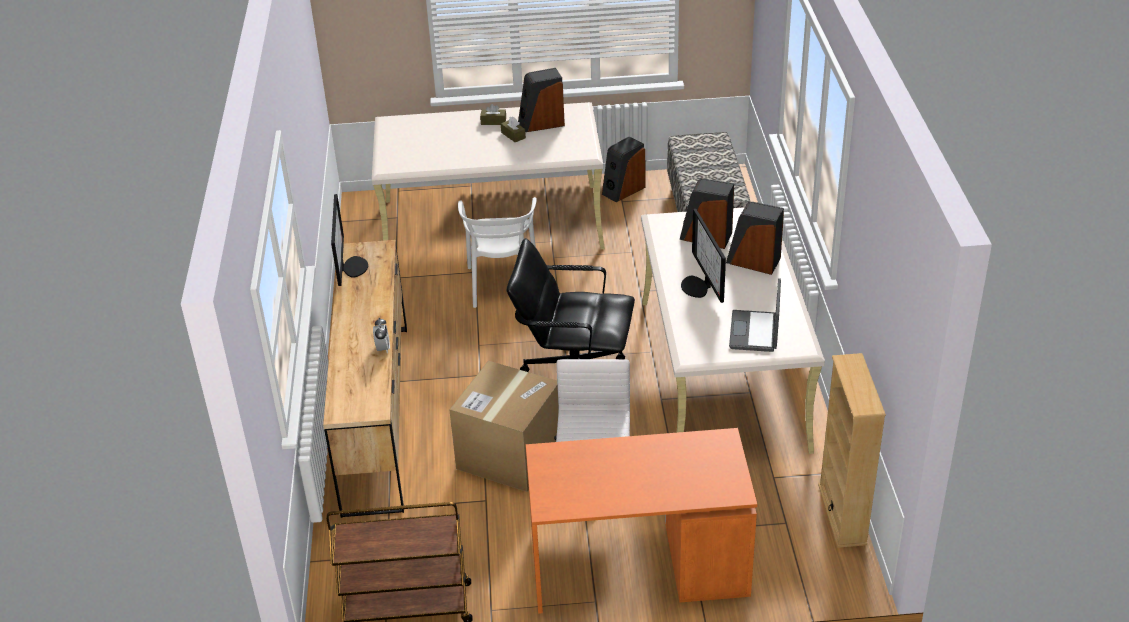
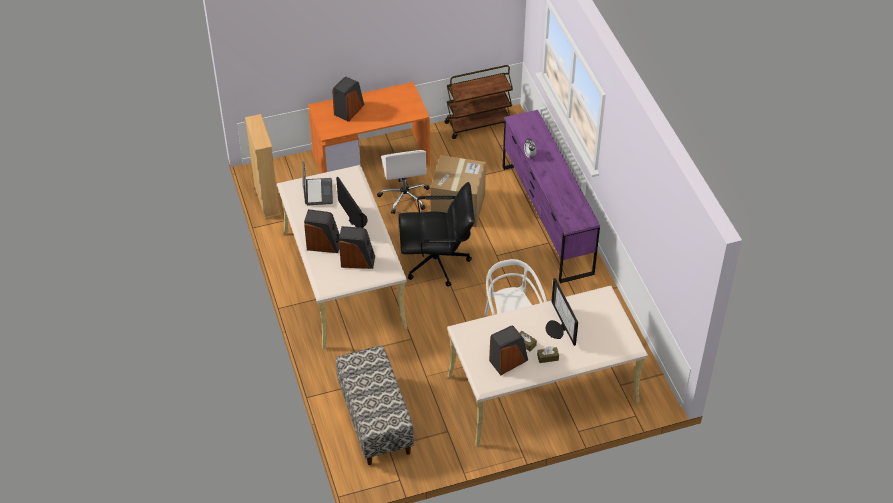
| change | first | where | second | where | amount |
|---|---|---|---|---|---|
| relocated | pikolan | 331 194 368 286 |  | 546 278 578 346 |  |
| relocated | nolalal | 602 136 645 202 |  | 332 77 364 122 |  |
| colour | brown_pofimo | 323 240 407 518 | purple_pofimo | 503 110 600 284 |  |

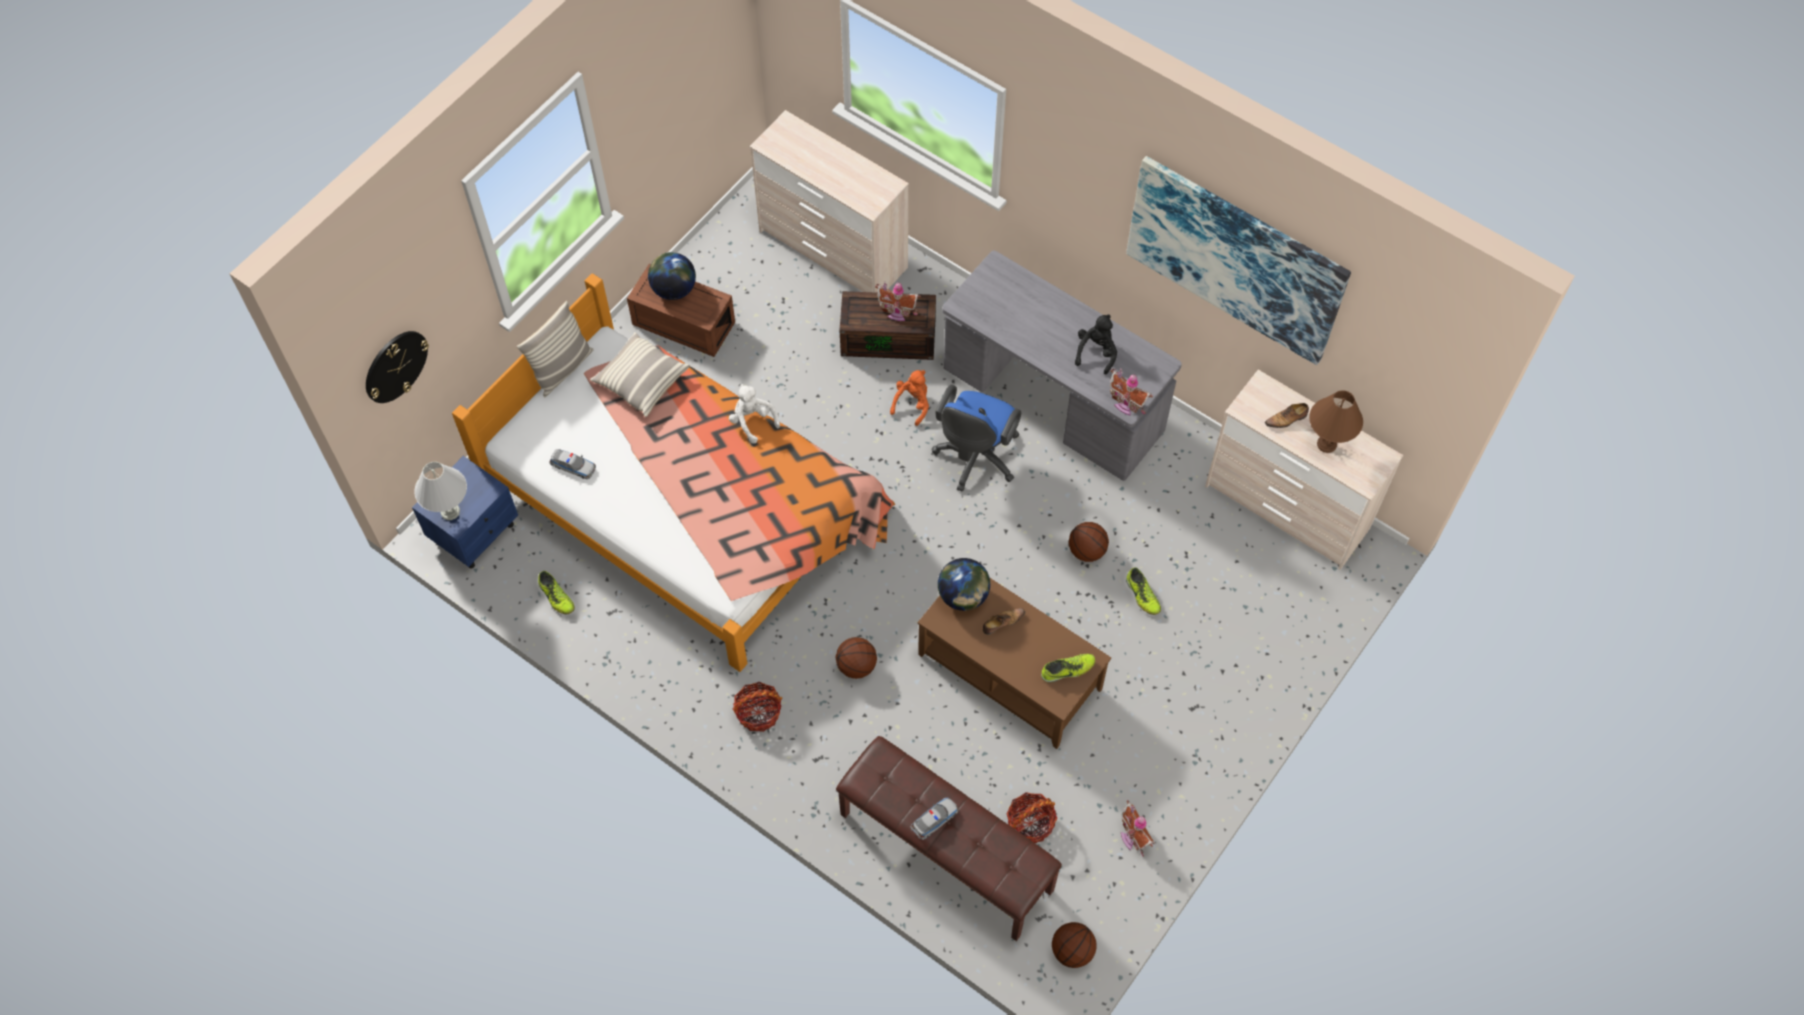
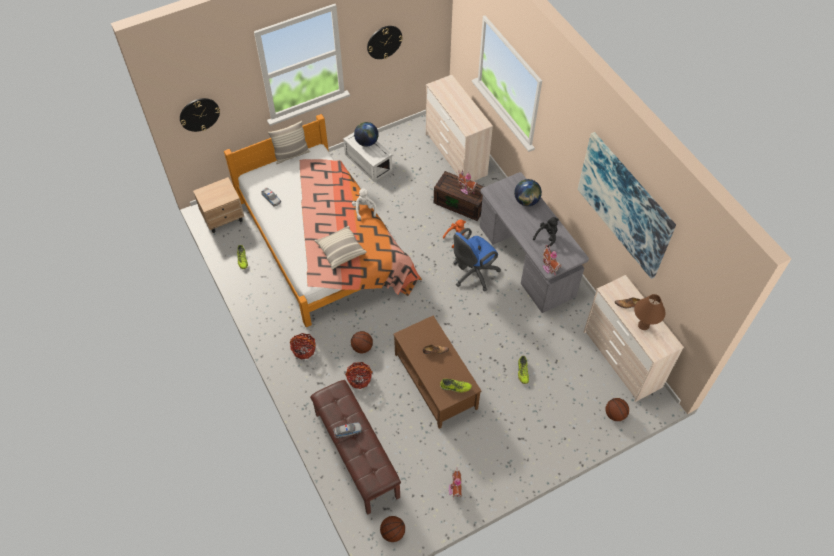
| change | first | where | second | where | amount |
|---|---|---|---|---|---|
| missing | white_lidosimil | 414 462 467 520 |  |  |  |
| appeared |  |  | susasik | 367 26 403 59 |  |
| relocated | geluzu | 590 332 690 417 |  | 315 225 367 269 |  |
| relocated | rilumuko | 938 558 990 611 |  | 514 179 542 206 |  |
| relocated | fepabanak | 1007 792 1057 843 |  | 345 362 373 389 |  |
| relocated | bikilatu | 1069 522 1109 562 |  | 606 398 629 421 |  |
| colour | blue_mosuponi | 412 456 518 569 | beige_mosuponi | 193 177 244 233 |  |
| colour | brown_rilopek | 627 264 735 357 | white_rilopek | 343 132 392 182 |  |

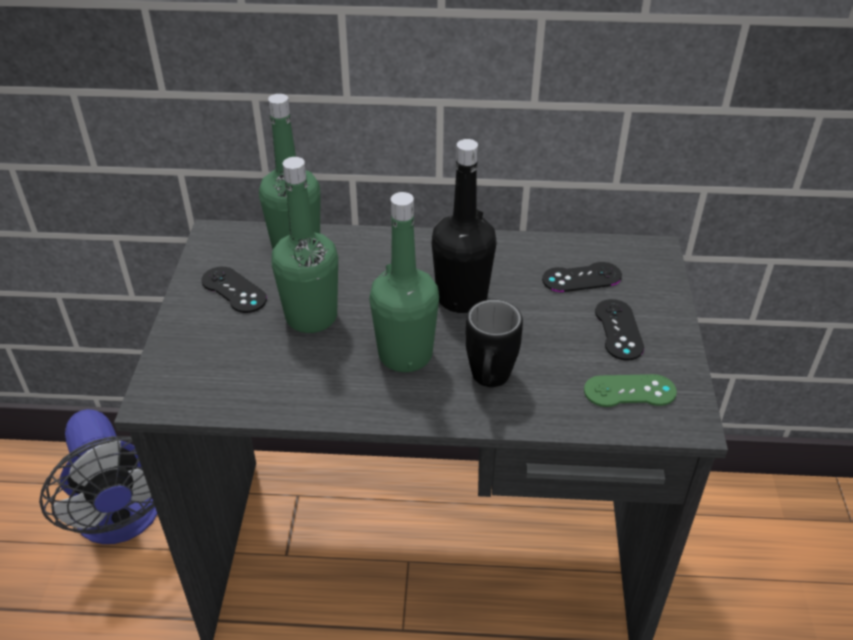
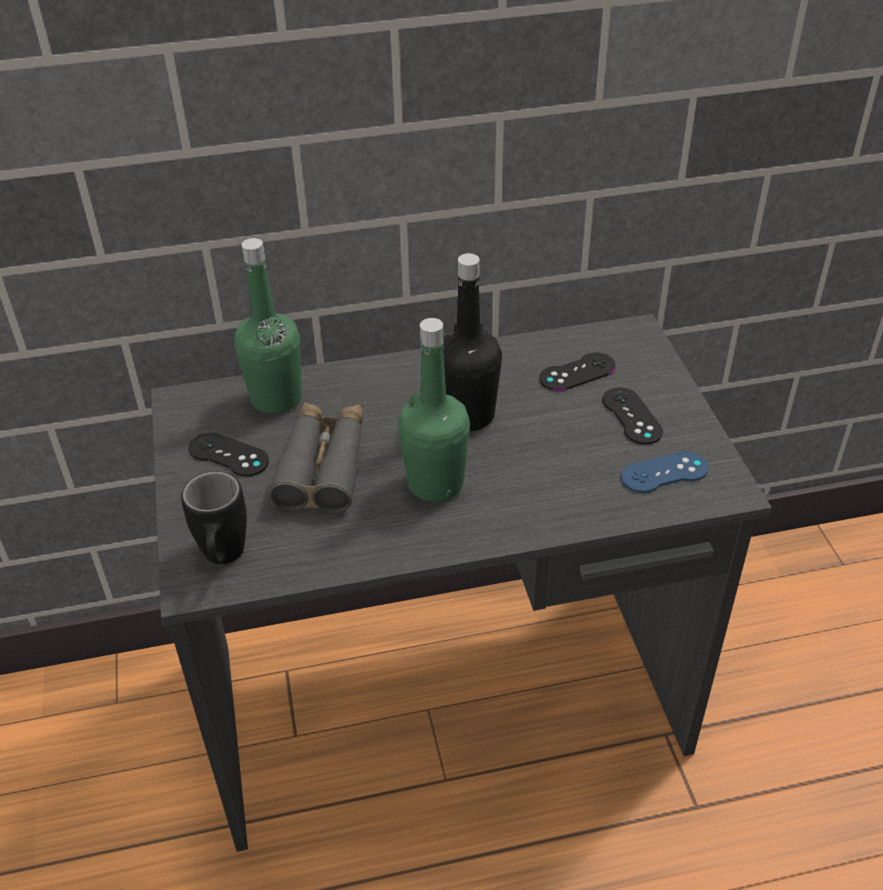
| change | first | where | second | where | amount |
|---|---|---|---|---|---|
| missing | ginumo | 39 409 157 544 |  |  |  |
| relocated | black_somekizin | 465 300 523 387 |  | 181 471 247 564 |  |
| exchanged | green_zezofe | 271 157 338 333 | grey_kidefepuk | 268 402 363 513 |  |
| colour | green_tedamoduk | 584 374 677 407 | blue_tedamoduk | 621 451 709 493 |  |

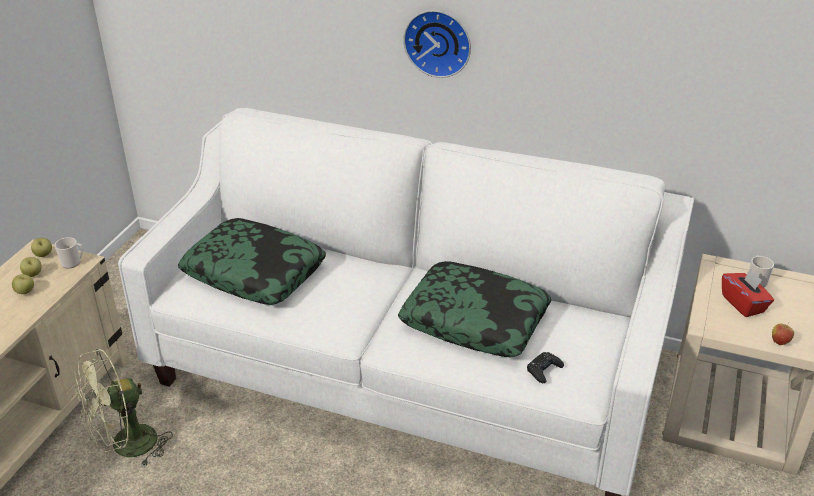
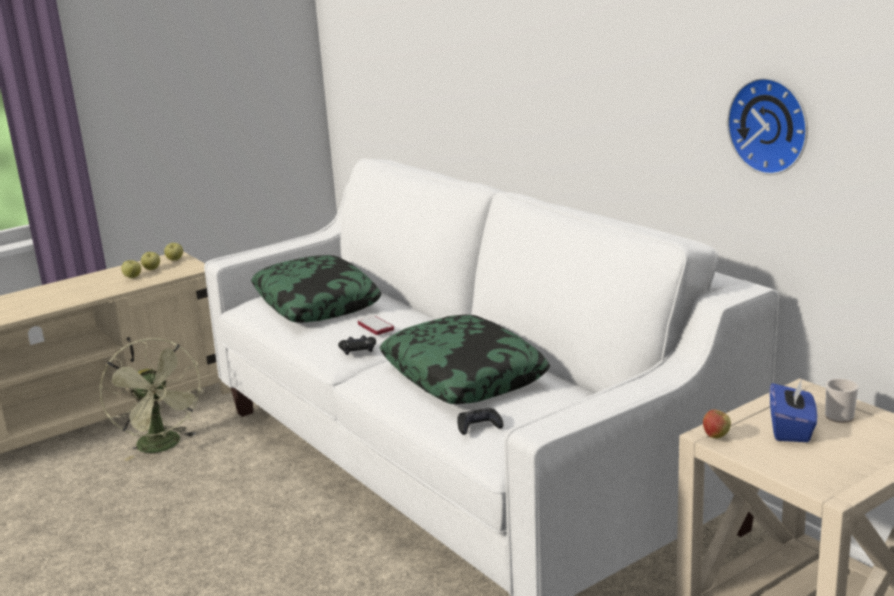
| change | first | where | second | where | amount |
|---|---|---|---|---|---|
| missing | somekizin | 55 237 83 269 |  |  |  |
| appeared |  |  | black_tedamoduk | 338 335 376 355 |  |
| appeared |  |  | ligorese | 358 316 394 335 |  |
| relocated | susasik | 403 10 471 78 |  | 727 77 808 175 |  |
| relocated | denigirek | 772 323 794 345 |  | 703 410 731 439 |  |
| colour | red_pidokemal | 722 269 774 317 | blue_pidokemal | 770 380 817 442 |  |
| spun | green_ginumo | 75 349 173 468 |  | 100 338 204 461 | 120 degrees counterclockwise |

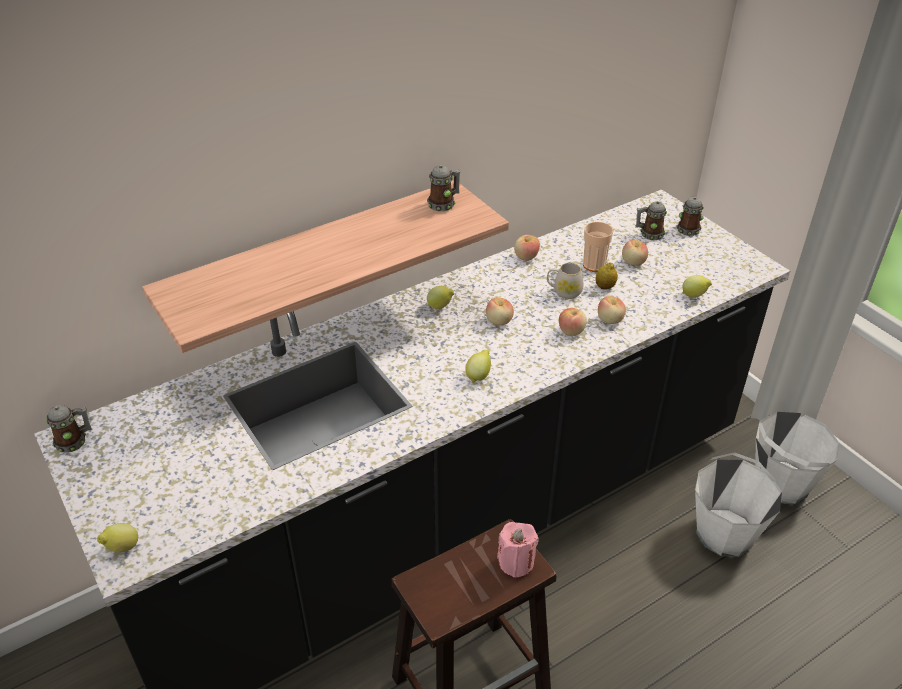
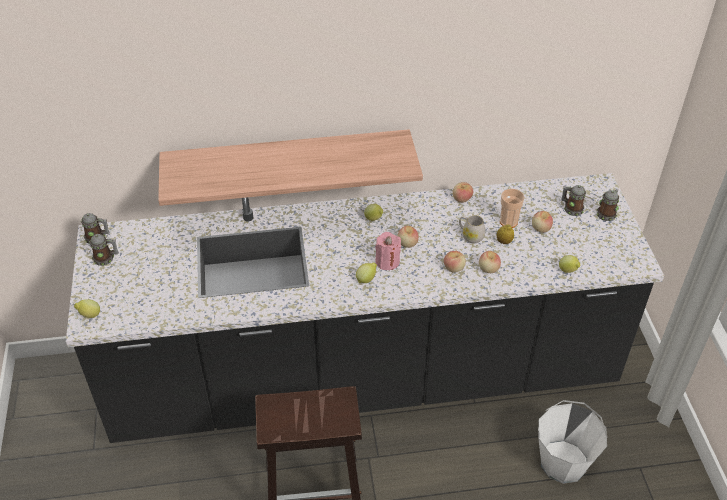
| change | first | where | second | where | amount |
|---|---|---|---|---|---|
| missing | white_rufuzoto | 755 412 839 504 |  |  |  |
| relocated | somekizin | 427 165 460 211 |  | 89 234 118 266 |  |
| relocated | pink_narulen | 497 522 539 578 |  | 375 232 401 270 |  |

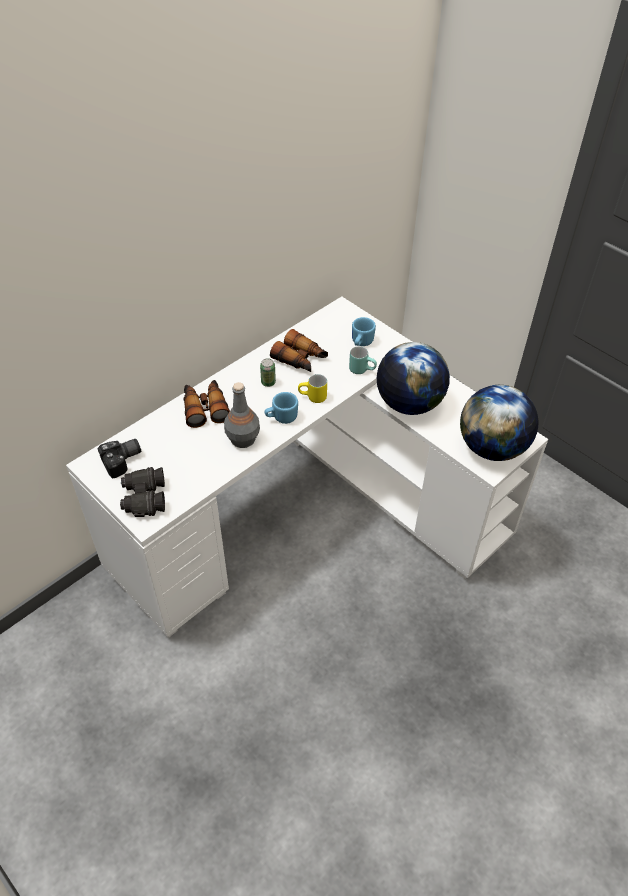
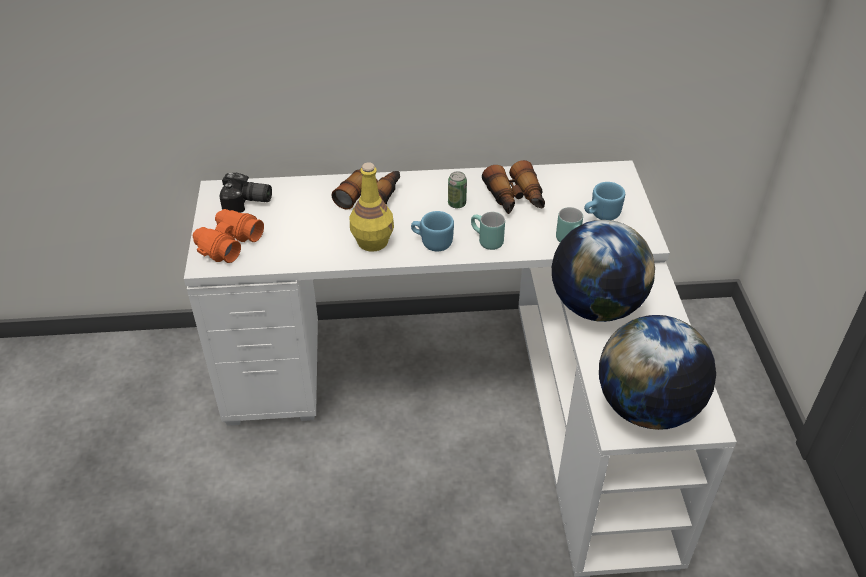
| change | first | where | second | where | amount |
|---|---|---|---|---|---|
| colour | black_kidefepuk | 120 467 165 517 | orange_kidefepuk | 193 209 264 263 |  |
| colour | grey_zezofe | 224 382 260 448 | yellow_zezofe | 350 162 394 252 |  |
| colour | yellow_somekizin | 298 374 327 403 | turquoise_somekizin | 471 212 505 250 |  |

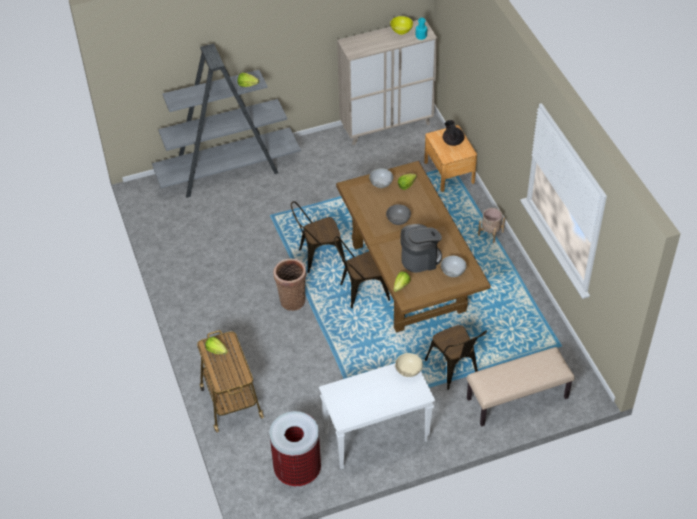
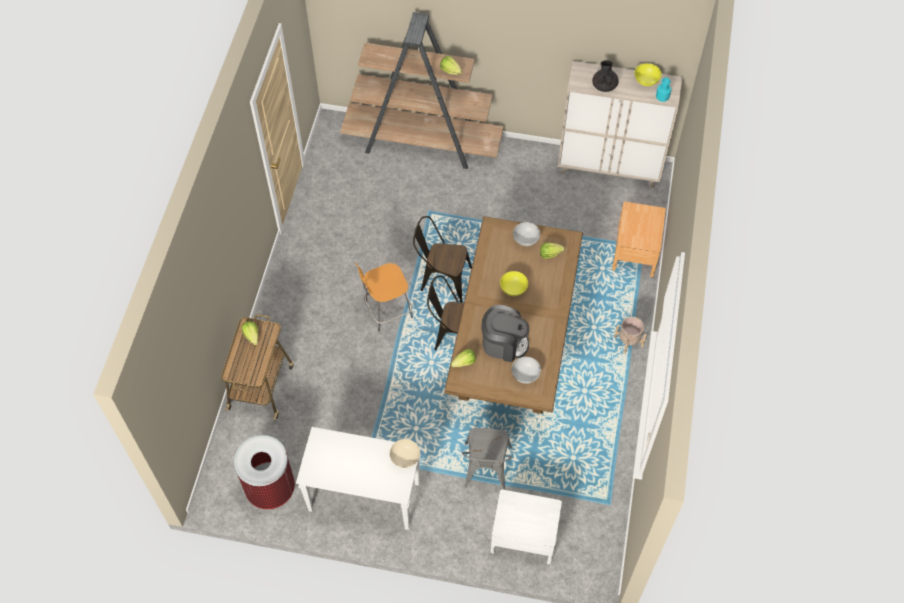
| change | first | where | second | where | amount |
|---|---|---|---|---|---|
| relocated | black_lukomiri | 443 120 464 146 |  | 592 60 619 92 |  |
| exchanged | fepabanak | 273 258 307 311 | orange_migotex | 355 263 413 331 |  |
| exchanged | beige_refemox | 467 347 574 426 | white_mosuponi | 491 489 562 564 |  |
| colour | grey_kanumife | 152 44 301 198 | brown_kanumife | 340 12 504 169 |  |
| colour | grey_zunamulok | 386 204 411 225 | yellow_zunamulok | 500 271 528 296 |  |
| colour | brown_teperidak | 425 325 487 390 | grey_teperidak | 462 428 512 490 |  |

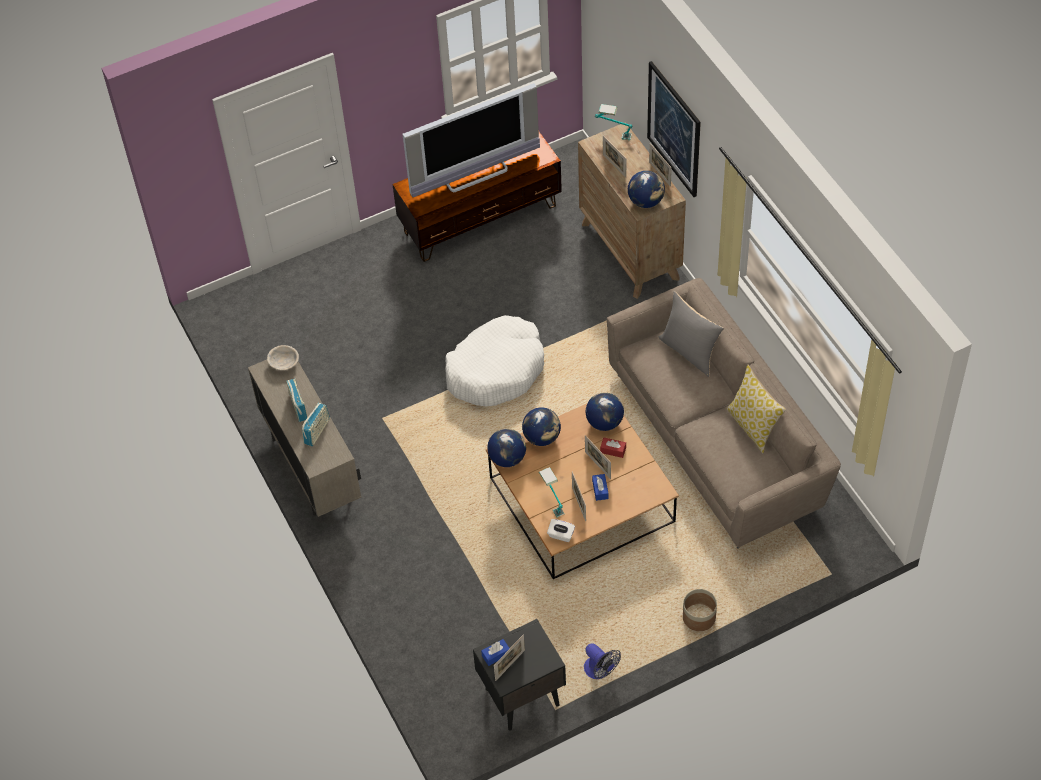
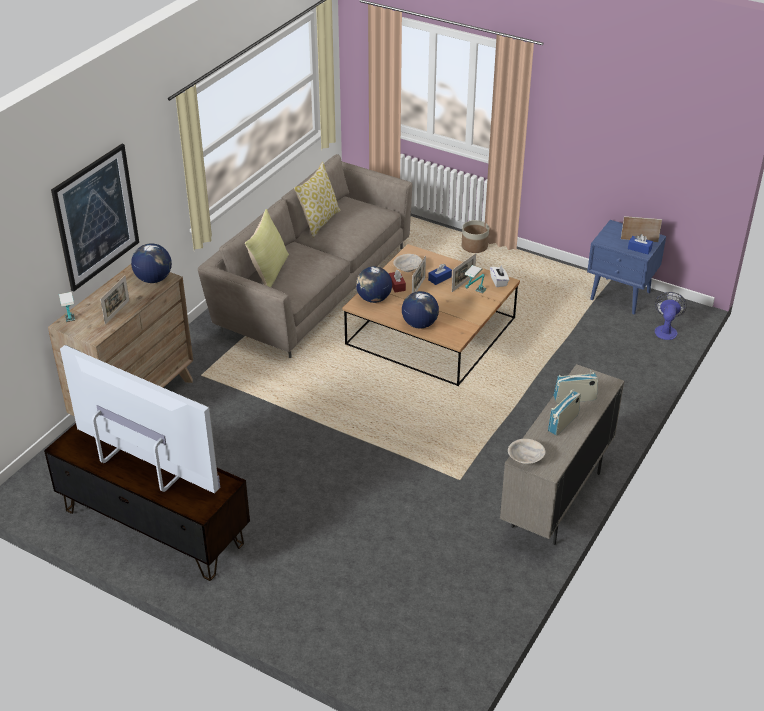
| change | first | where | second | where | amount |
|---|---|---|---|---|---|
| missing | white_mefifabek | 445 315 544 406 |  |  |  |
| missing | rilumuko | 487 428 526 467 |  |  |  |
| missing | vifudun | 649 143 672 187 |  |  |  |
| appeared |  |  | beige_zunamulok | 393 254 422 272 |  |
| relocated | ginumo | 584 643 621 679 |  | 655 292 687 340 |  |
| colour | black_mosuponi | 473 619 566 731 | blue_mosuponi | 587 220 666 314 |  |
| colour | grey_geluzu | 659 291 724 377 | yellow_geluzu | 245 209 289 287 |  |

